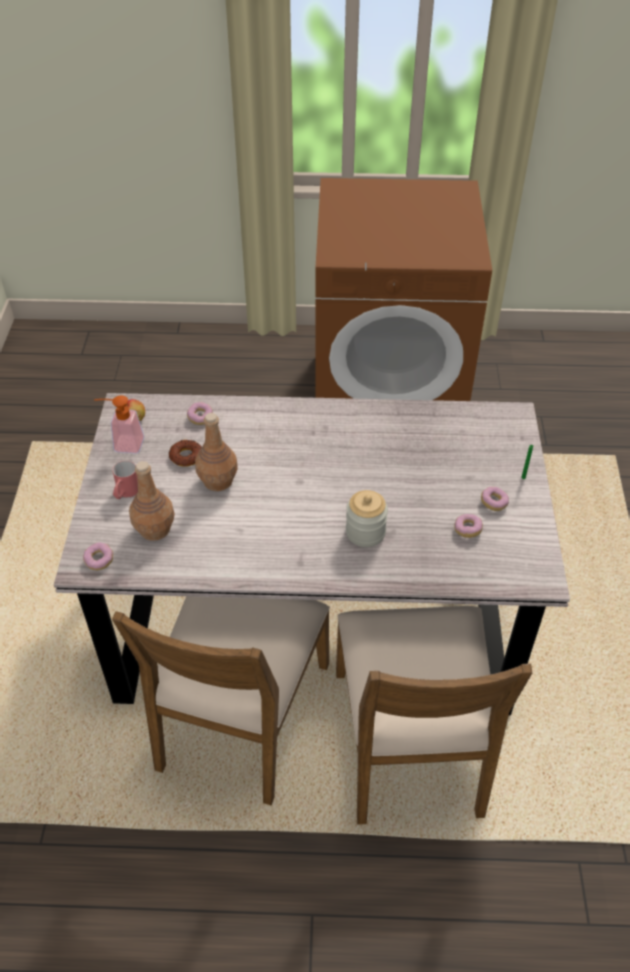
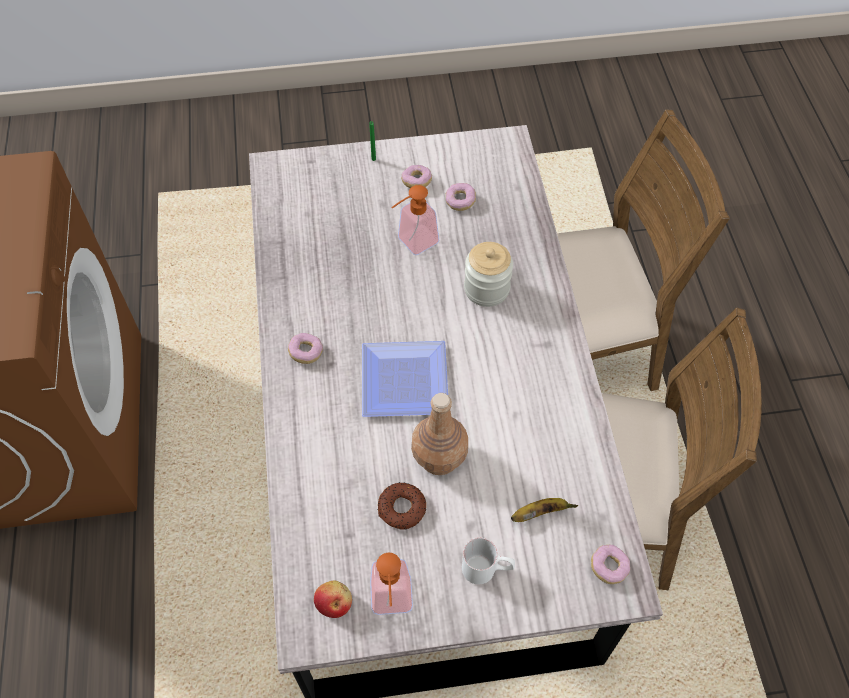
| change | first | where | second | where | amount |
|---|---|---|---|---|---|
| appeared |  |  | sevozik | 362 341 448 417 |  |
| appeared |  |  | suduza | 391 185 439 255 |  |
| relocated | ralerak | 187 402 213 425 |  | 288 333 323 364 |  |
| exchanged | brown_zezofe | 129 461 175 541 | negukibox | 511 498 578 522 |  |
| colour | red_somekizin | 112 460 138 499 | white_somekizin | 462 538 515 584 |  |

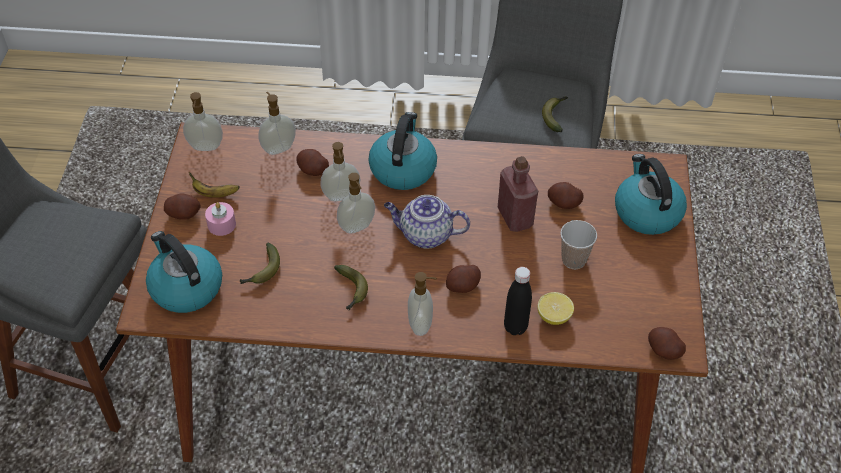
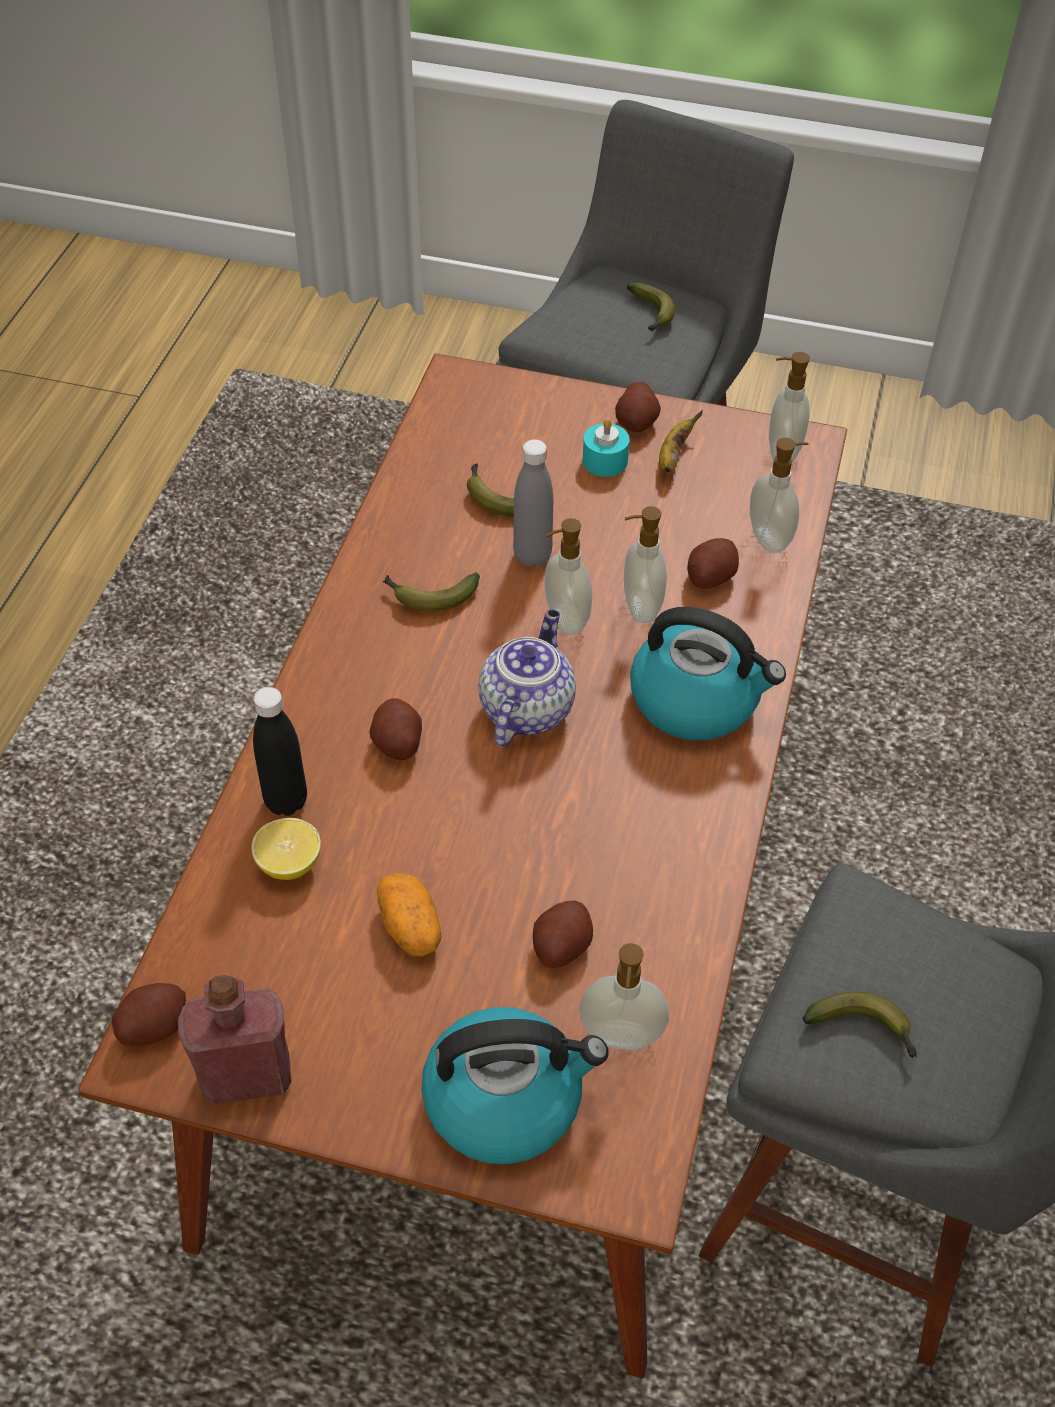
| change | first | where | second | where | amount |
|---|---|---|---|---|---|
| missing | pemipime | 146 231 222 313 |  |  |  |
| appeared |  |  | grey_zezofe | 513 439 553 567 |  |
| appeared |  |  | negukibox | 627 283 676 332 |  |
| relocated | suduza | 408 272 437 336 |  | 579 943 669 1050 |  |
| relocated | red_zezofe | 498 156 538 232 |  | 178 975 291 1105 |  |
| exchanged | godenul | 560 220 597 269 | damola | 377 873 441 957 |  |
| colour | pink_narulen | 205 202 236 236 | turquoise_narulen | 583 419 630 477 |  |

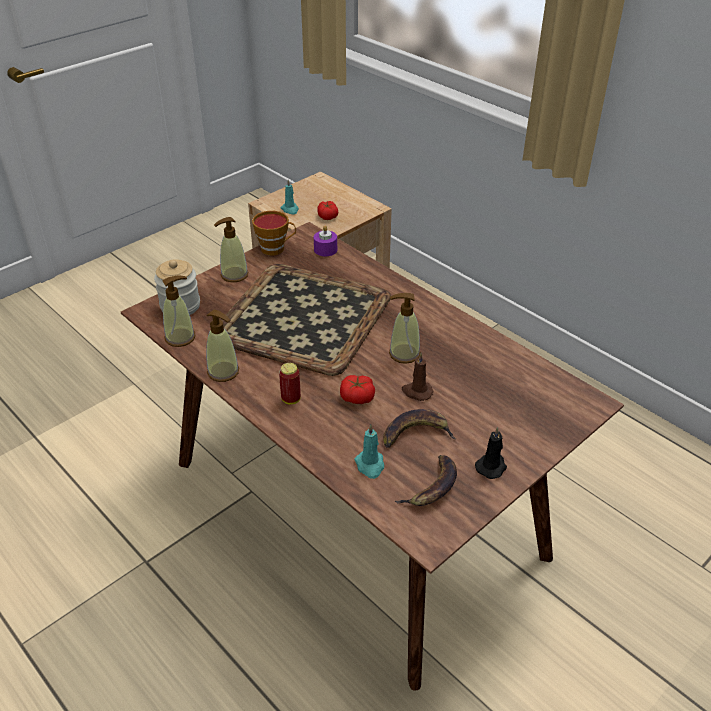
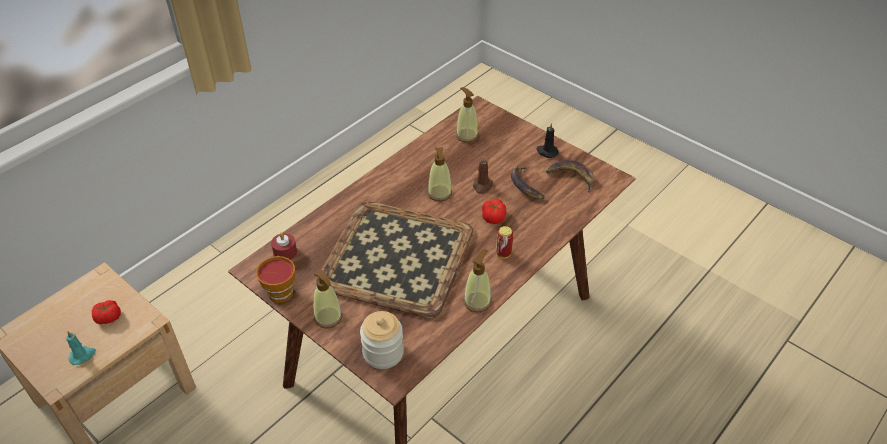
| change | first | where | second | where | amount |
|---|---|---|---|---|---|
| missing | turquoise_narulen | 354 424 384 479 |  |  |  |
| relocated | suduza | 162 275 195 347 |  | 456 87 478 143 |  |
| colour | purple_narulen | 314 225 337 256 | red_narulen | 271 233 297 260 |  |

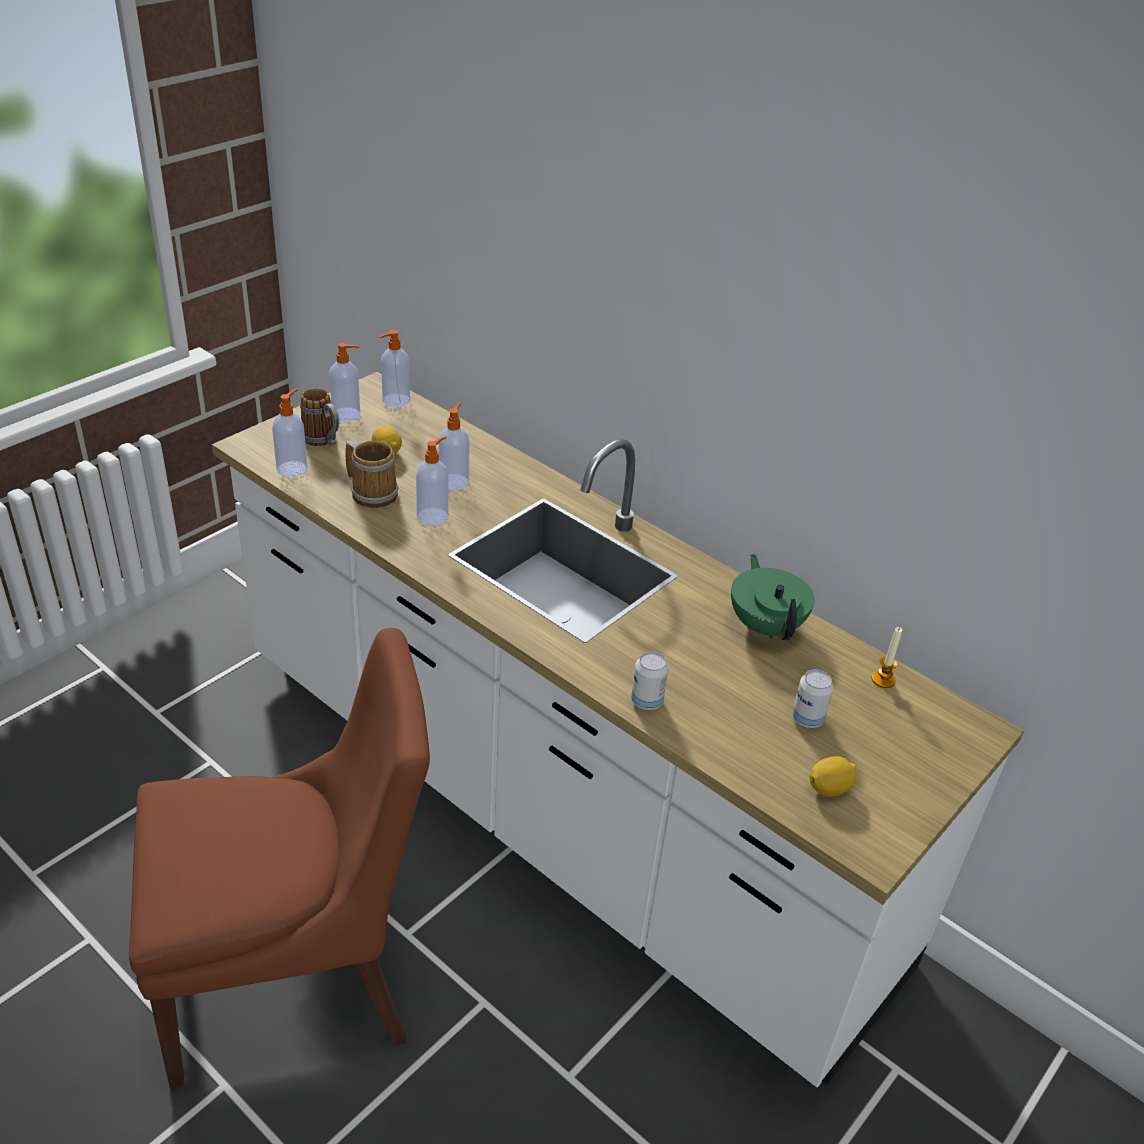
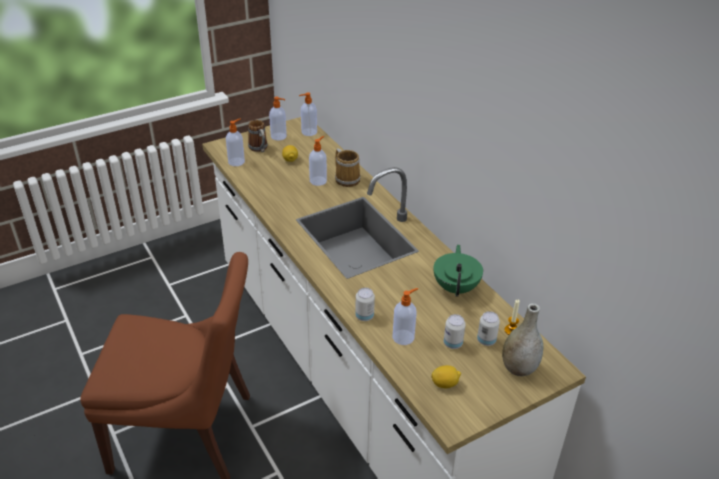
| change | first | where | second | where | amount |
|---|---|---|---|---|---|
| appeared |  |  | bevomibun | 477 311 500 346 |  |
| appeared |  |  | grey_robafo | 502 303 543 376 |  |
| relocated | somekizin | 346 441 398 508 |  | 335 148 361 187 |  |
| relocated | suduza | 416 436 449 526 |  | 393 288 418 345 |  |

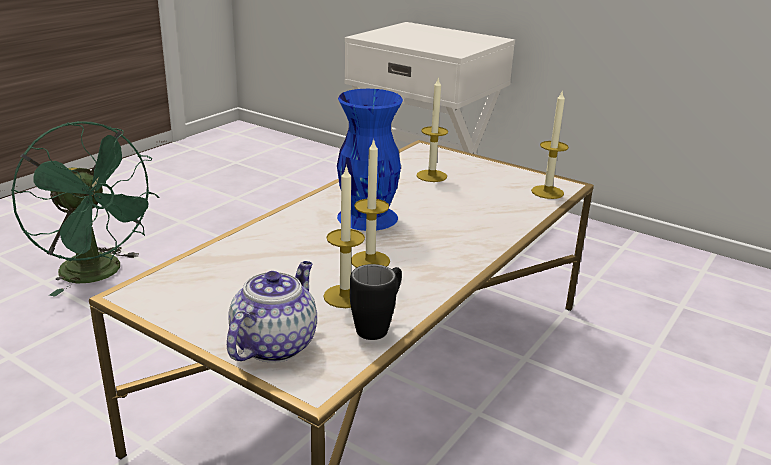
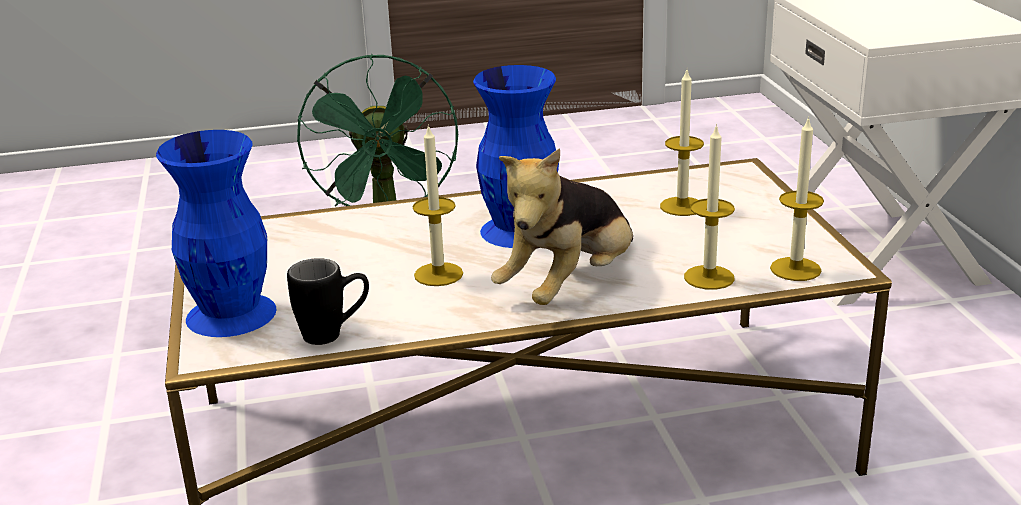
| change | first | where | second | where | amount |
|---|---|---|---|---|---|
| appeared |  |  | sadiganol | 491 148 633 305 |  |
| relocated | narulen | 323 165 365 308 |  | 684 124 735 290 |  |
| exchanged | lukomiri | 227 261 317 363 | blue_robafo | 156 130 277 337 |  |

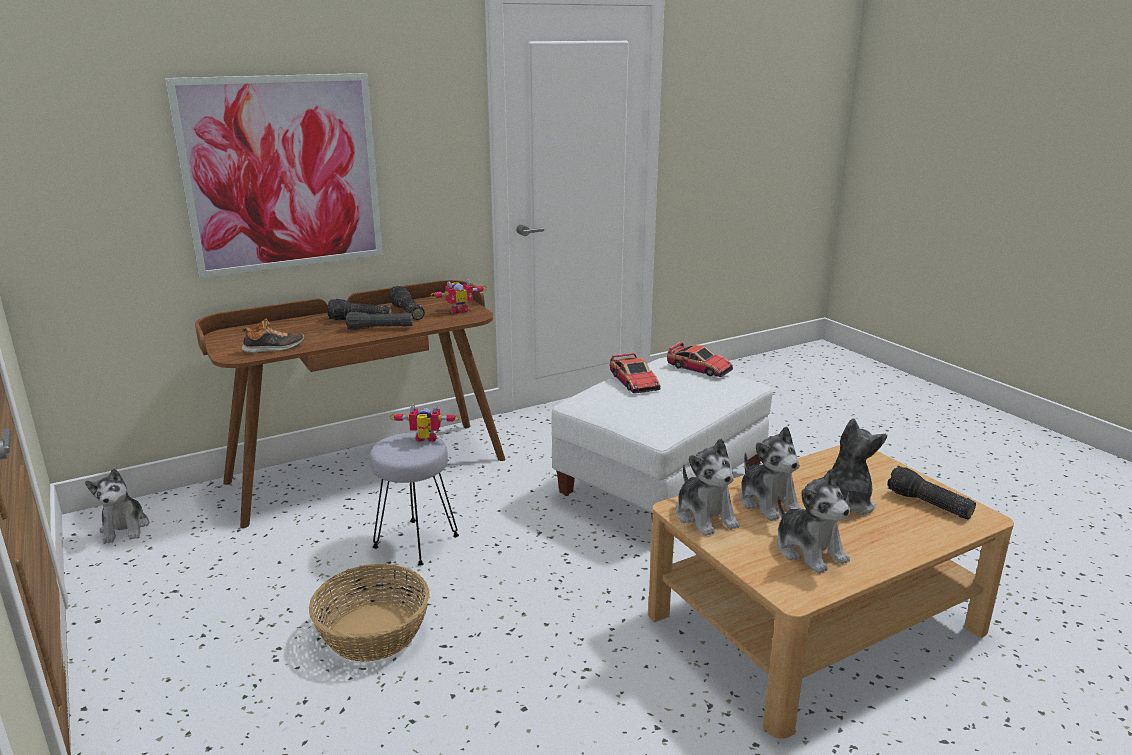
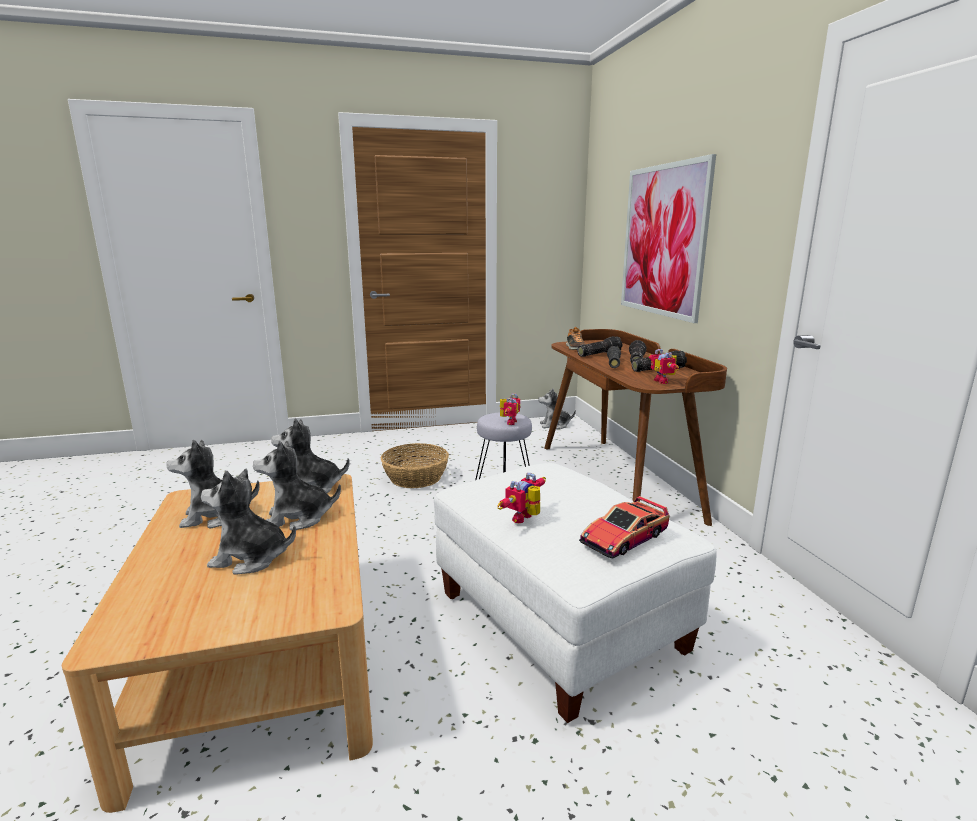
| change | first | where | second | where | amount |
|---|---|---|---|---|---|
| missing | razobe | 610 353 661 393 |  |  |  |
| appeared |  |  | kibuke | 498 473 546 523 |  |
| relocated | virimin | 887 466 976 519 |  | 577 336 622 357 |  |
| spun | sadiganol | 832 418 887 515 |  | 201 469 296 575 | 150 degrees clockwise |

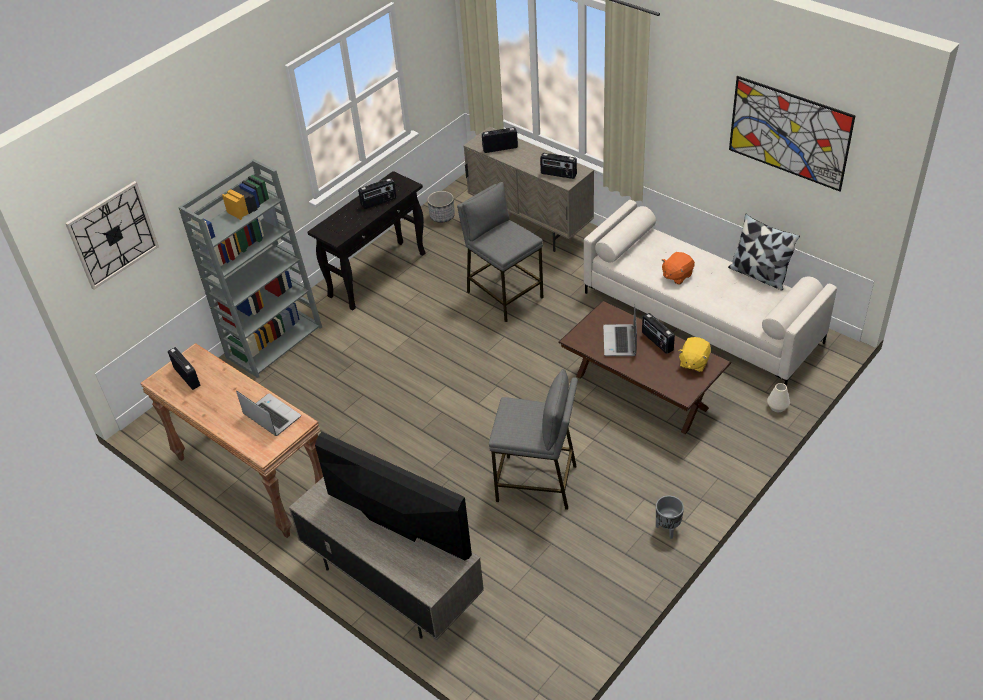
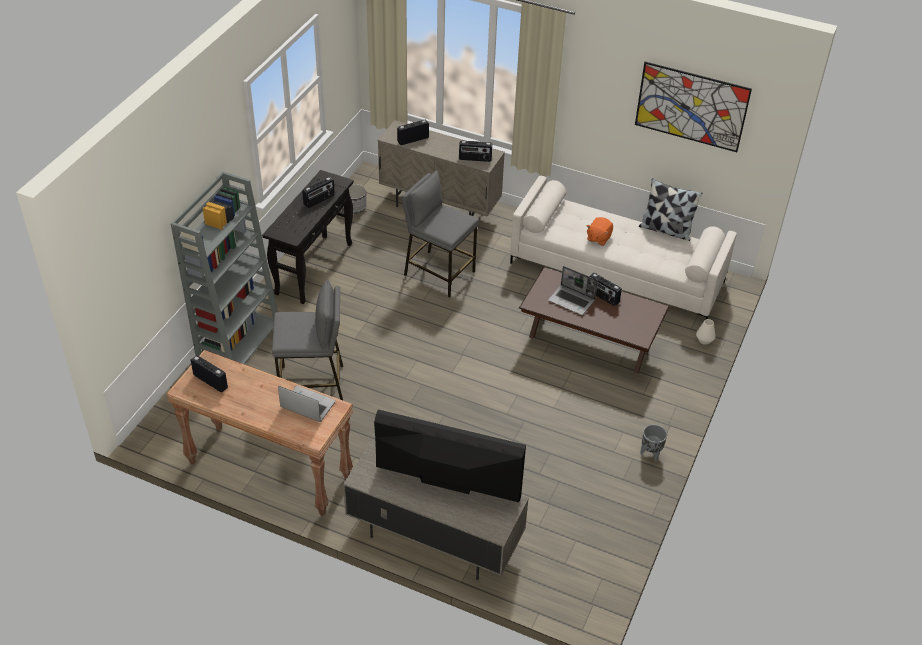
| change | first | where | second | where | amount |
|---|---|---|---|---|---|
| missing | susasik | 65 181 159 290 |  |  |  |
| missing | yellow_sadiganol | 678 337 711 372 |  |  |  |
| relocated | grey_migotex | 489 369 578 510 |  | 272 280 343 400 |  |
| spun | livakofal | 603 303 637 356 |  | 548 266 598 315 | 45 degrees counterclockwise |

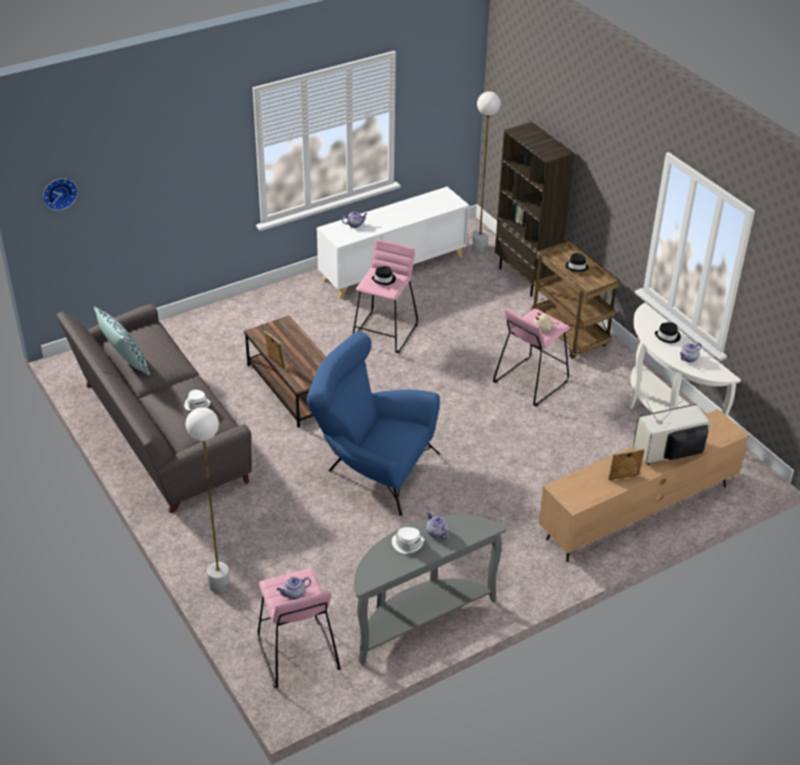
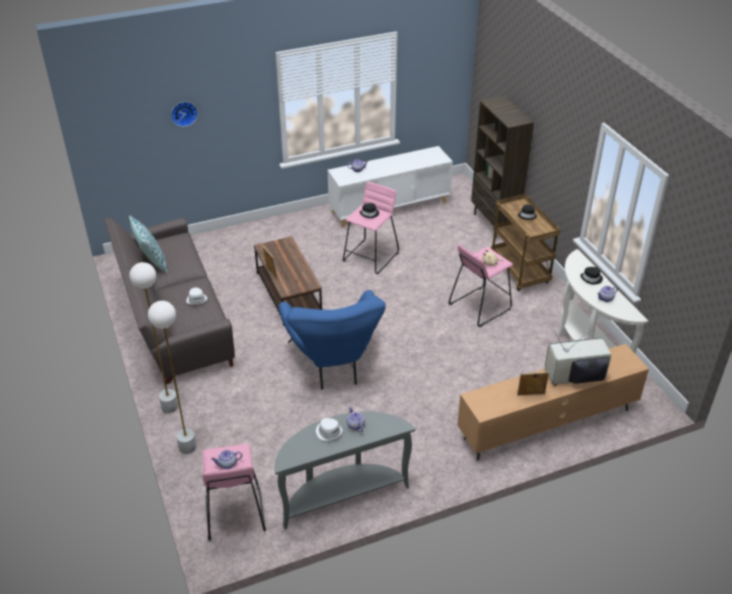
| change | first | where | second | where | amount |
|---|---|---|---|---|---|
| relocated | susasik | 43 178 78 210 |  | 171 102 198 127 |  |
| relocated | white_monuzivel | 471 91 501 252 |  | 129 262 178 413 |  |
| spun | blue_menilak | 307 331 440 516 |  | 279 290 386 389 | 135 degrees counterclockwise |

